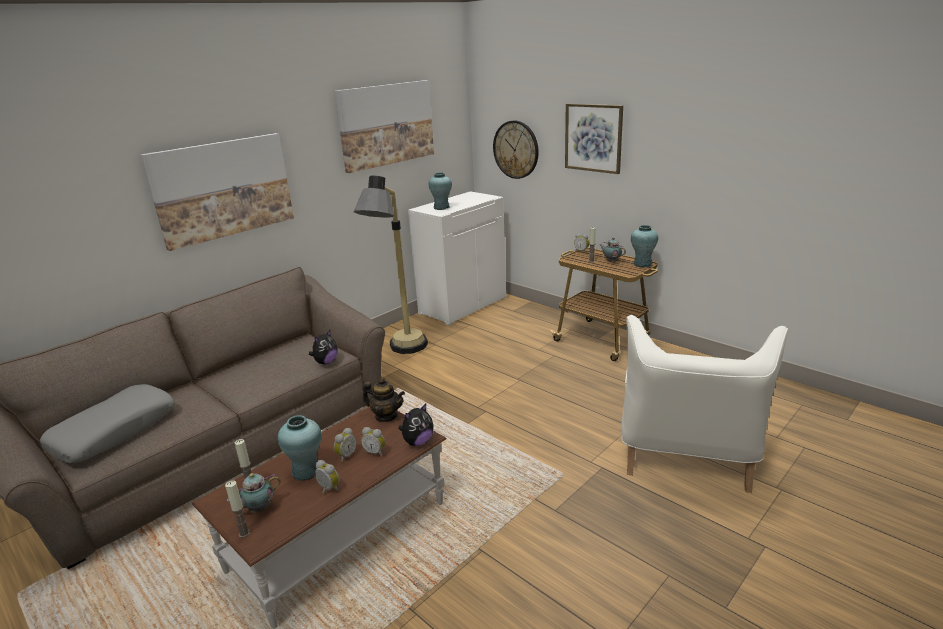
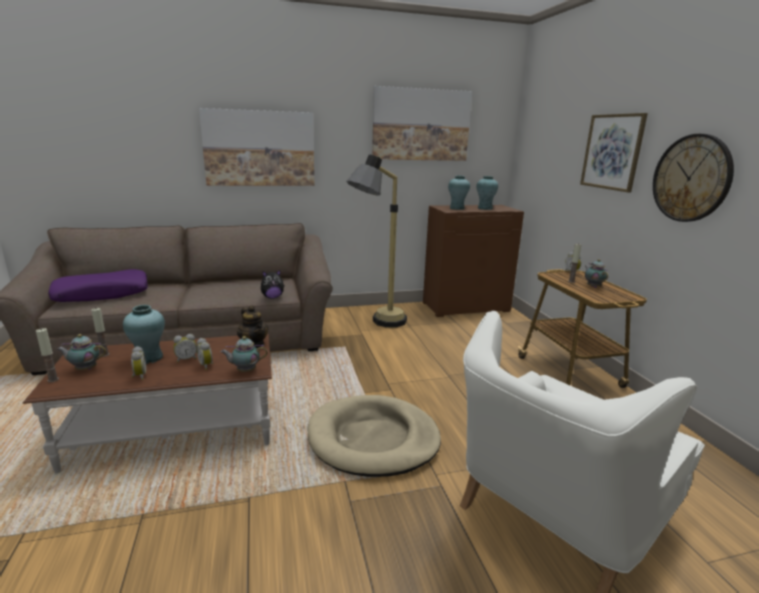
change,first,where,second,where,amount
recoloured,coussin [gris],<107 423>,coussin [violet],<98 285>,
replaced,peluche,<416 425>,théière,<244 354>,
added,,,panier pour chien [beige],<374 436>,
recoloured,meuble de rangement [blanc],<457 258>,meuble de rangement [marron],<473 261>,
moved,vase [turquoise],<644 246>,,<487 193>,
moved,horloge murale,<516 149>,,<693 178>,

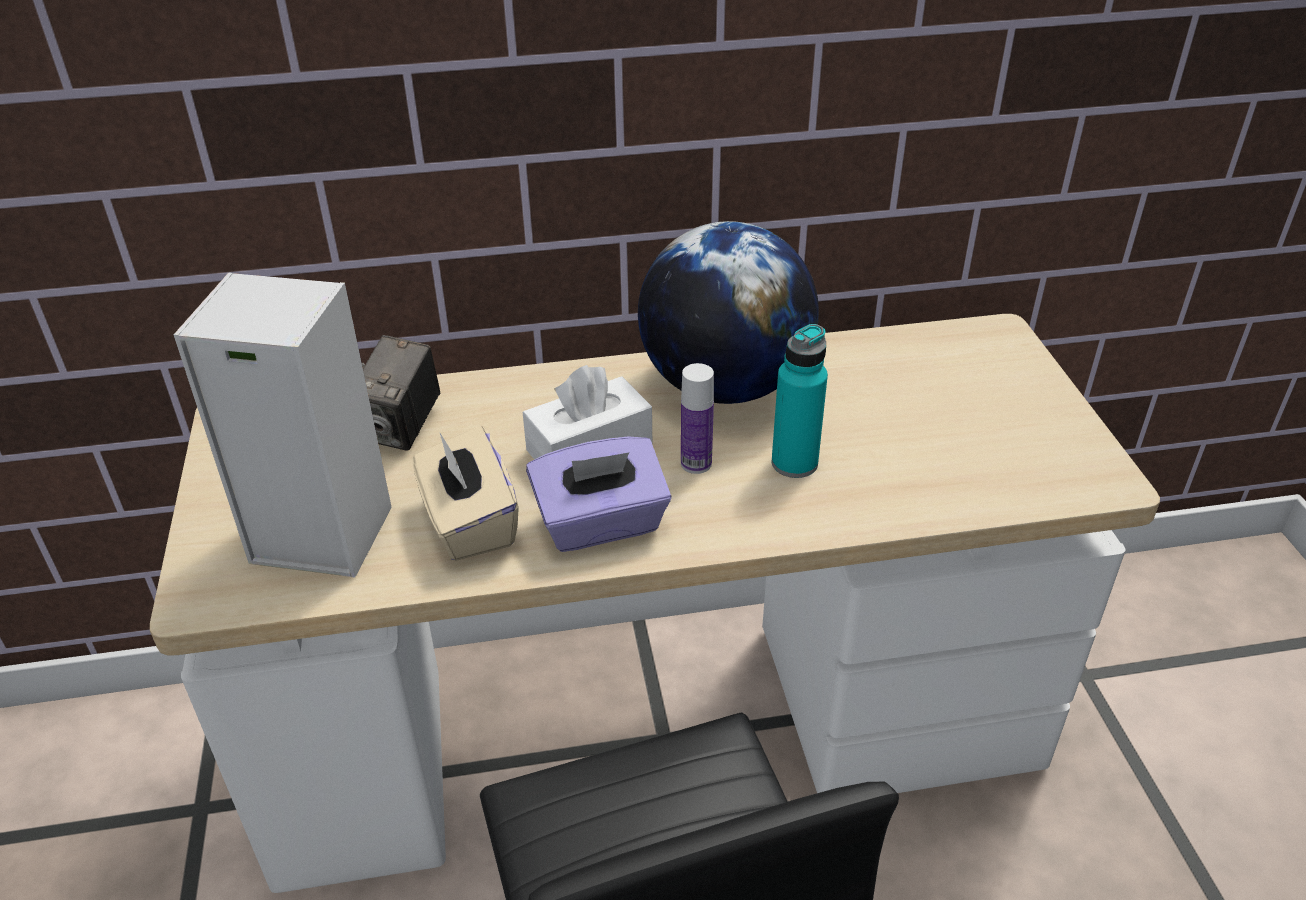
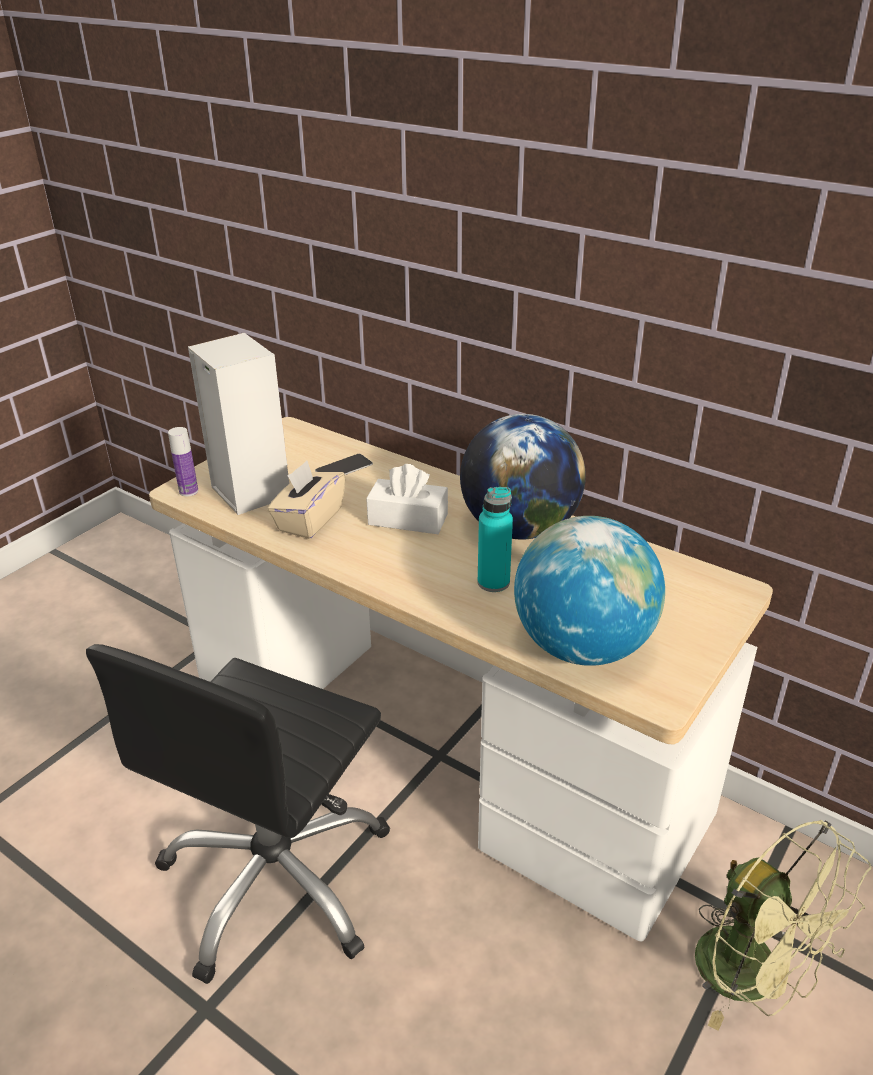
change,first,where,second,where,amount
moved,bouteille,<697 418>,,<183 461>,
replaced,appareil photo,<401 393>,téléphone,<344 464>,
added,,,globe,<589 591>,
added,,,ventilateur [vert],<783 925>,
removed,boîte à mouchoirs [violet],<599 494>,,,

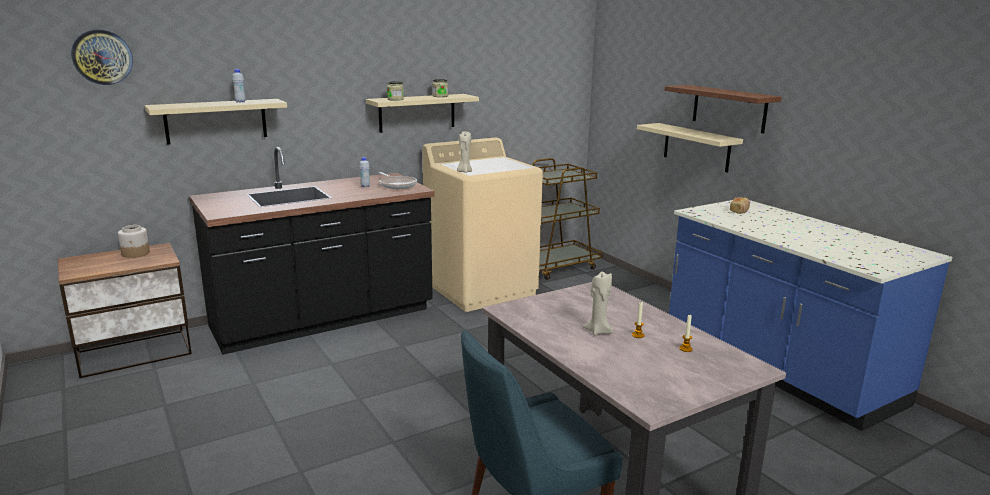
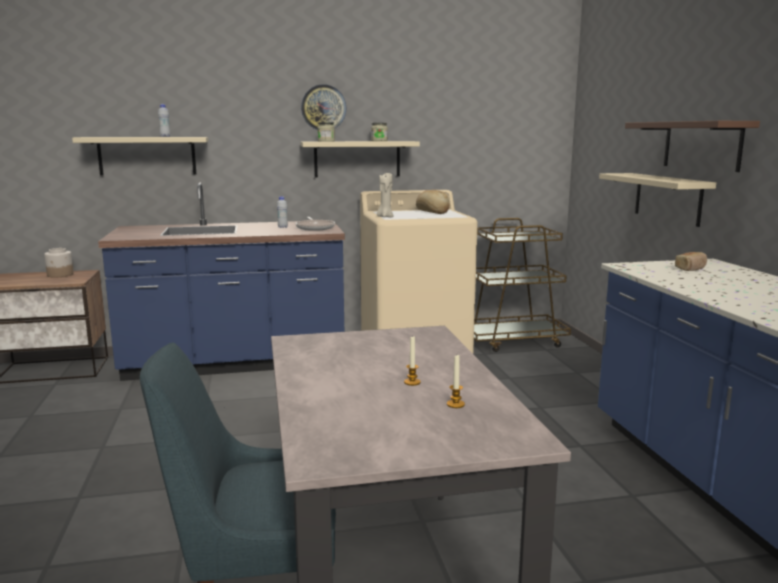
change,first,where,second,where,amount
recoloured,comptoir de cuisine [noir],<312 251>,comptoir de cuisine [bleu],<221 281>,
moved,horloge murale,<102 57>,,<323 107>,
added,,,pain,<433 202>,
removed,bougie [beige],<598 304>,,,

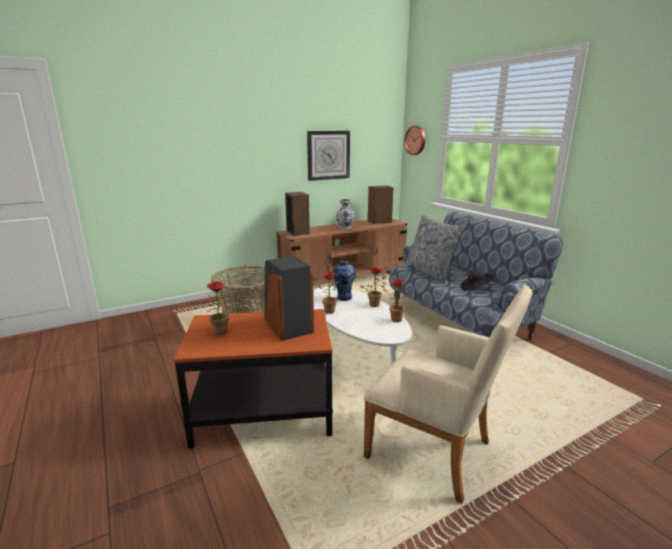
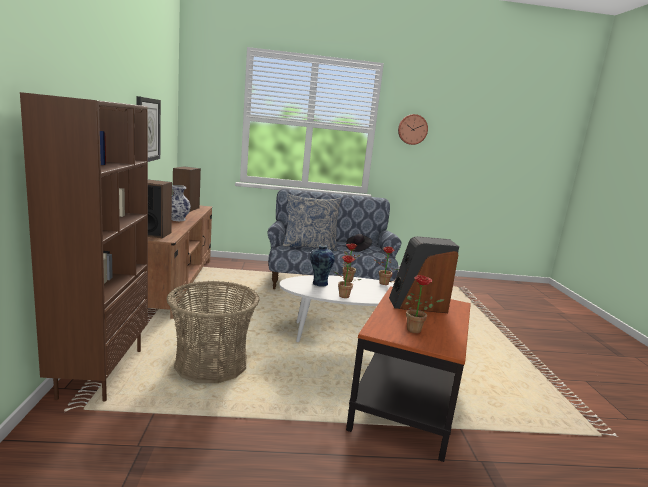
change,first,where,second,where,amount
added,,,bibliothèque [marron],<84 247>,
moved,horloge murale,<414 140>,,<413 129>,
removed,fauteuil [beige],<448 394>,,,

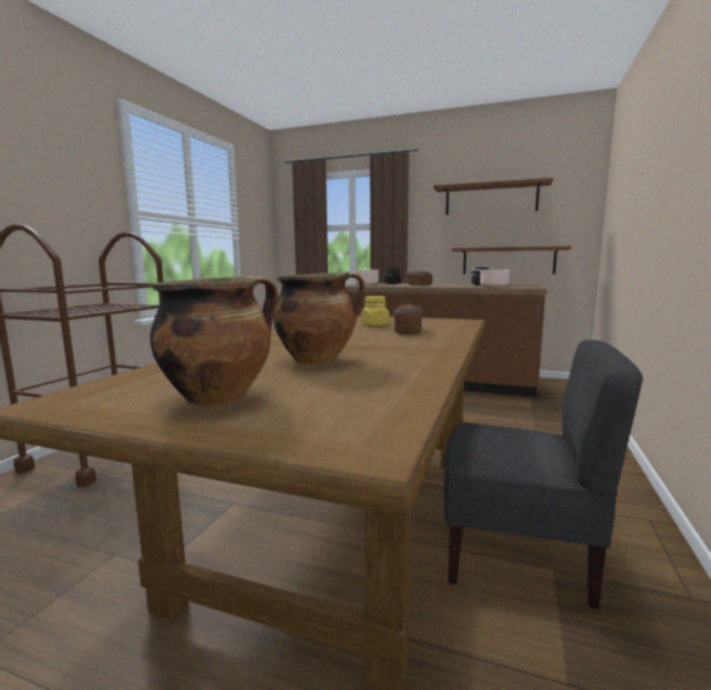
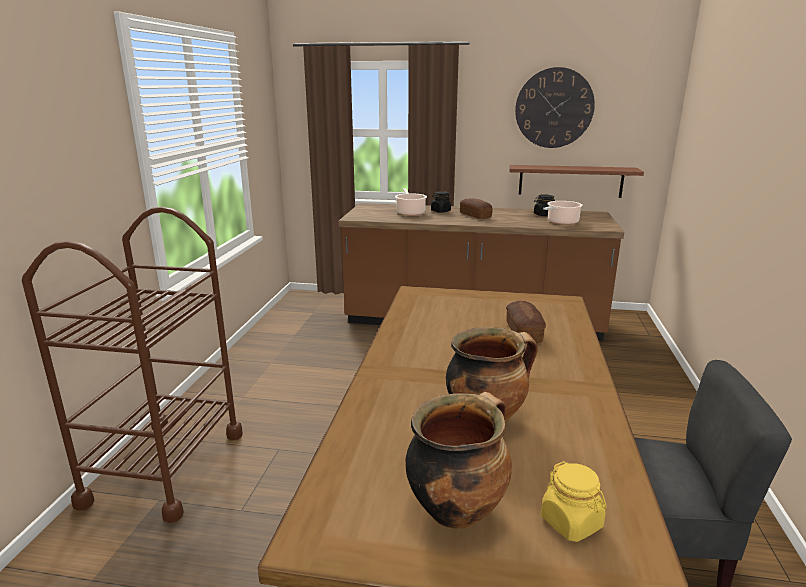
change,first,where,second,where,amount
replaced,étagère [marron],<493 196>,horloge murale,<555 107>,
moved,bocal [jaune],<375 311>,,<574 501>,

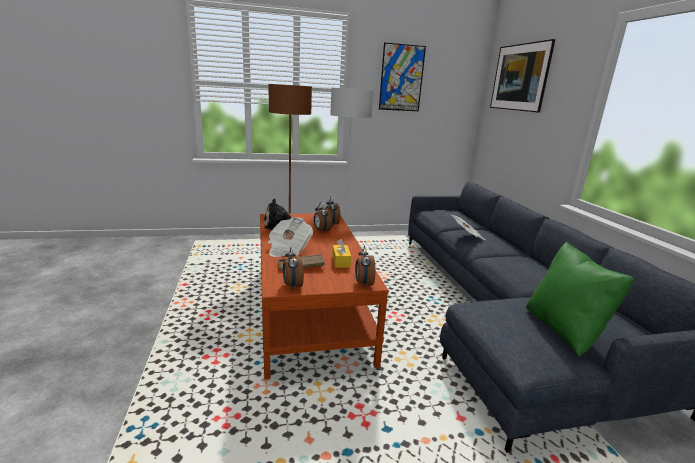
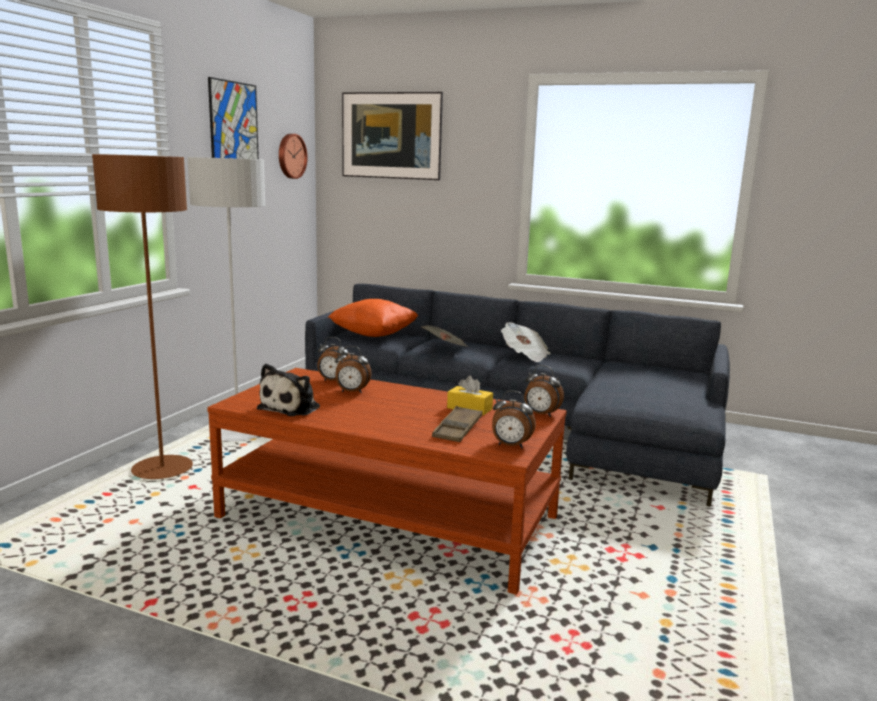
change,first,where,second,where,amount
added,,,horloge murale,<293 156>,
added,,,coussin [orange],<373 318>,
moved,journal,<290 237>,,<526 342>,
removed,coussin [vert],<580 299>,,,

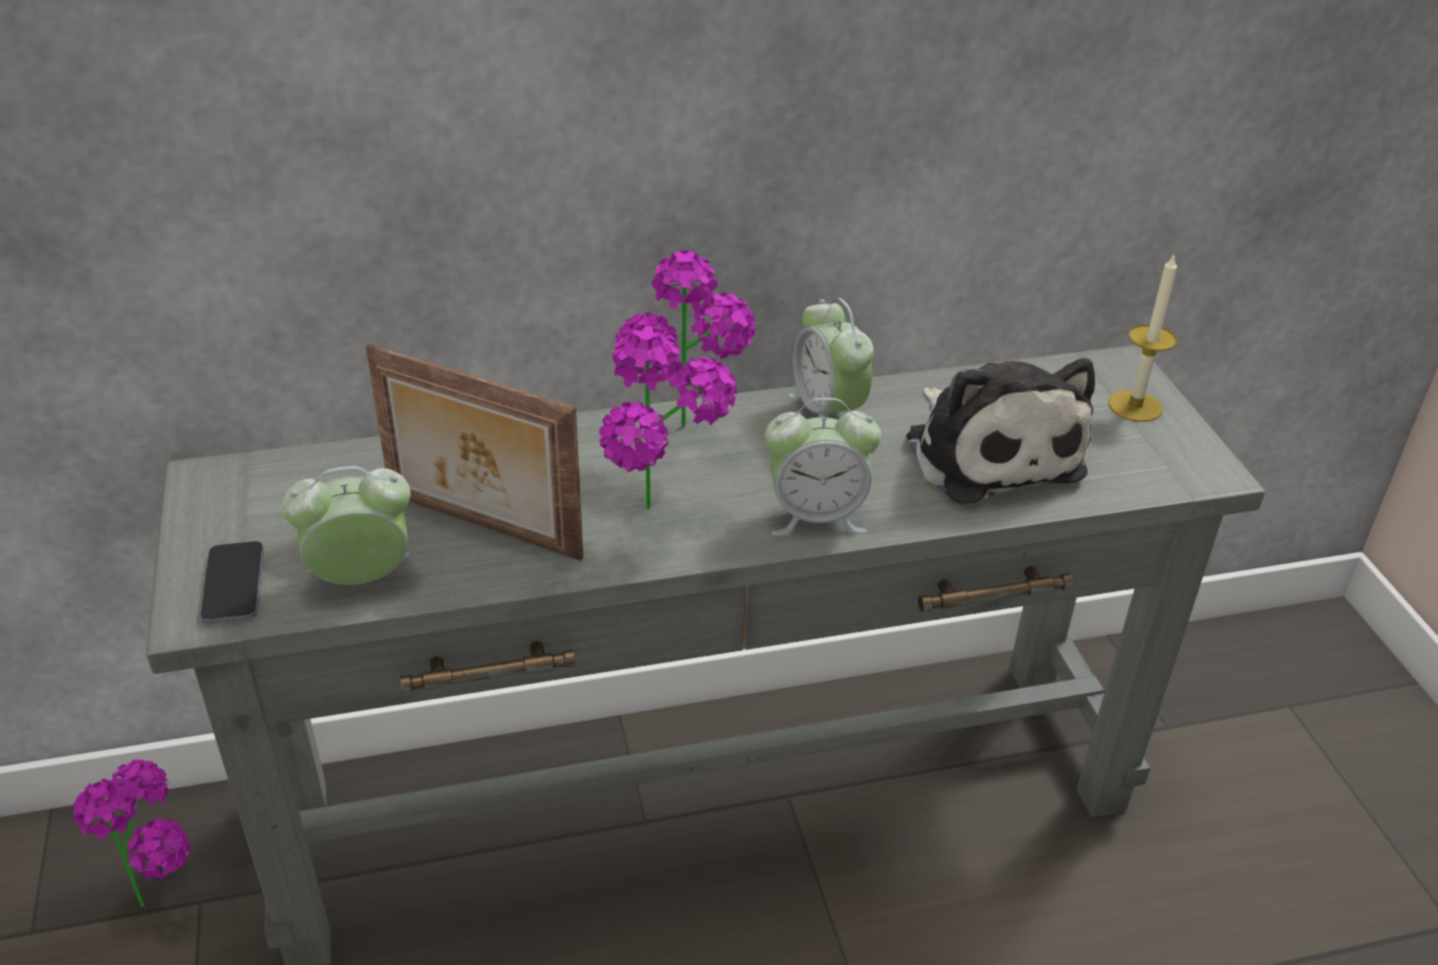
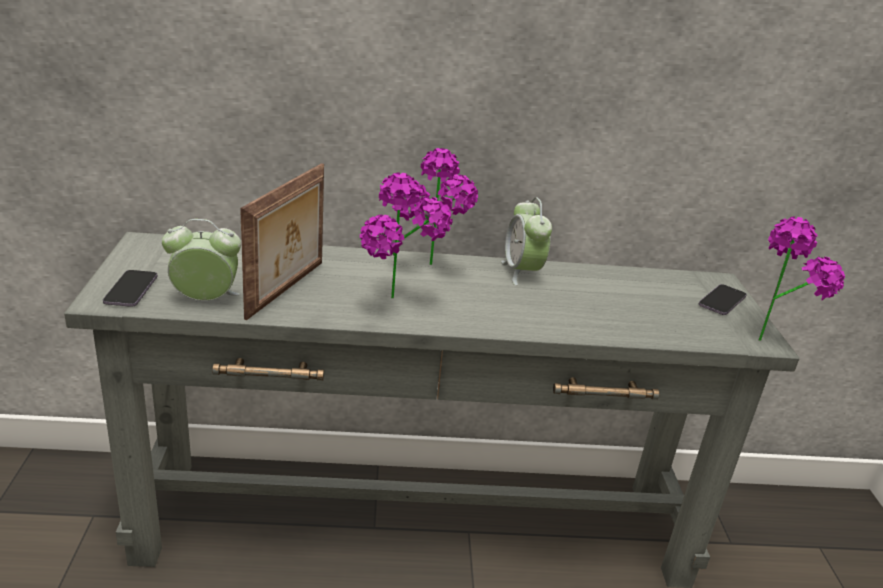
change,first,where,second,where,amount
turned,cadre photo,<474 452>,,<282 241>,105 degrees counterclockwise
replaced,bougie,<1142 337>,téléphone,<723 299>,
moved,plante en pot,<131 833>,,<801 279>,
removed,réveil,<823 467>,,,
removed,peluche,<1000 431>,,,

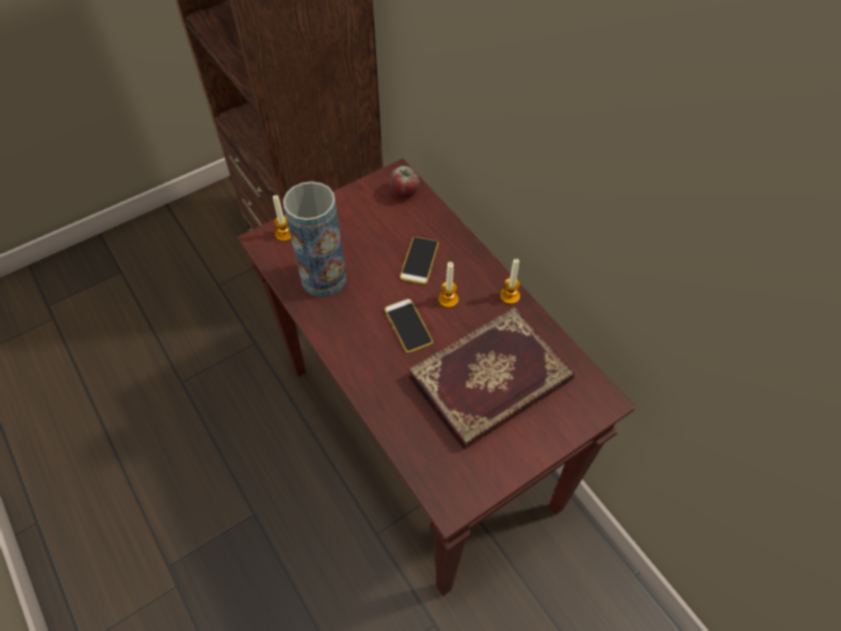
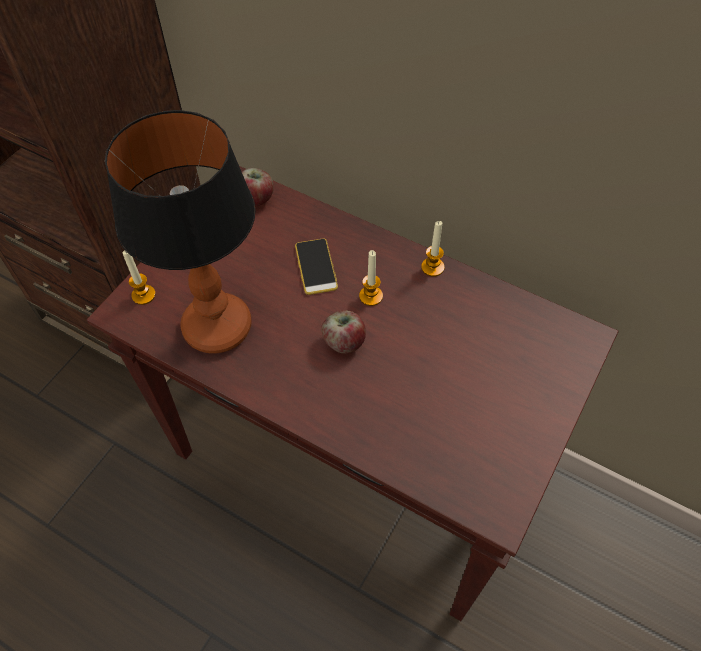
change,first,where,second,where,amount
replaced,vase,<315 239>,lampe de table,<180 231>,
replaced,téléphone,<409 326>,pomme,<343 331>,
removed,livre,<491 378>,,,

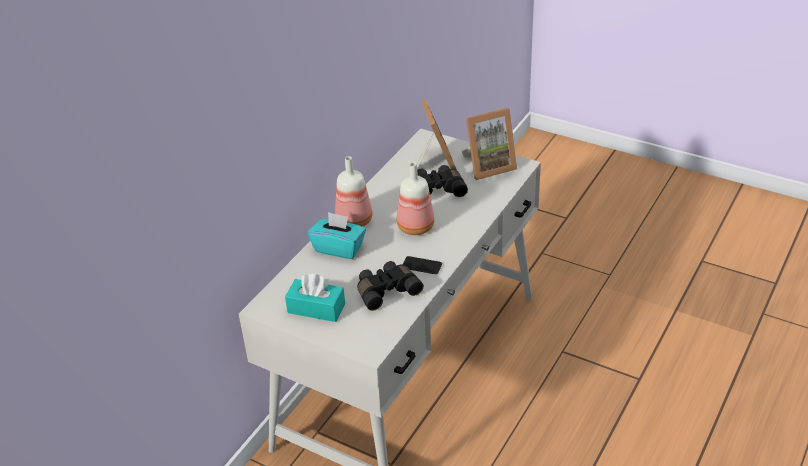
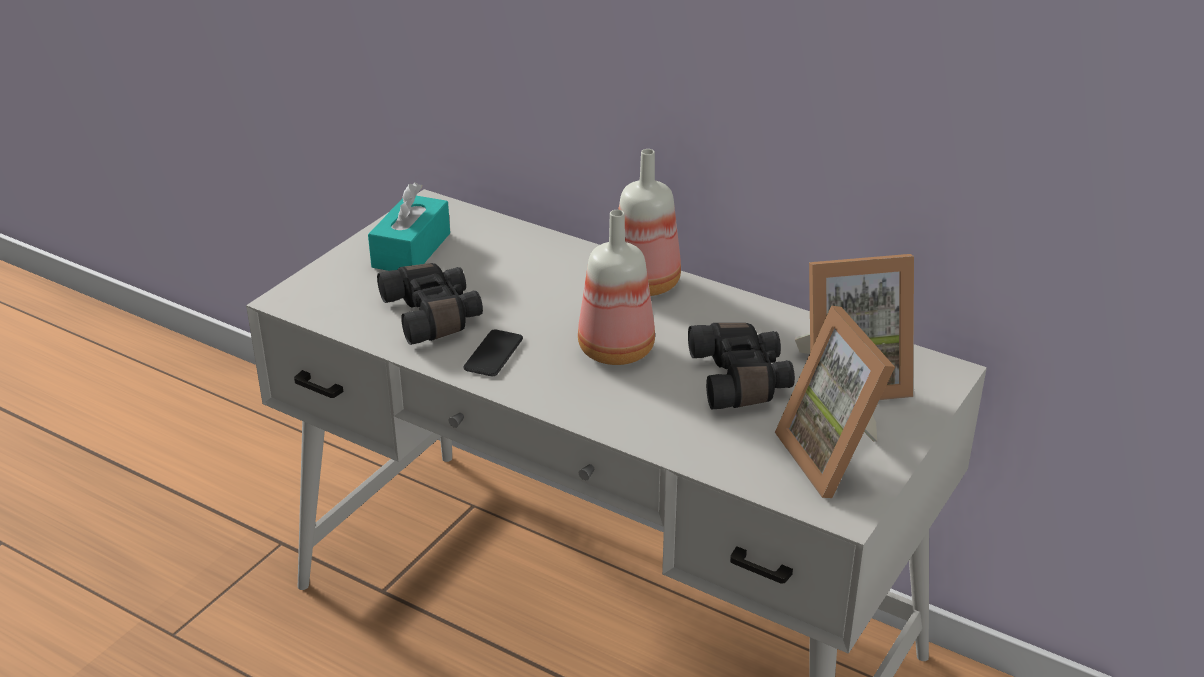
change,first,where,second,where,amount
removed,boîte à mouchoirs [turquoise],<337 235>,,,

